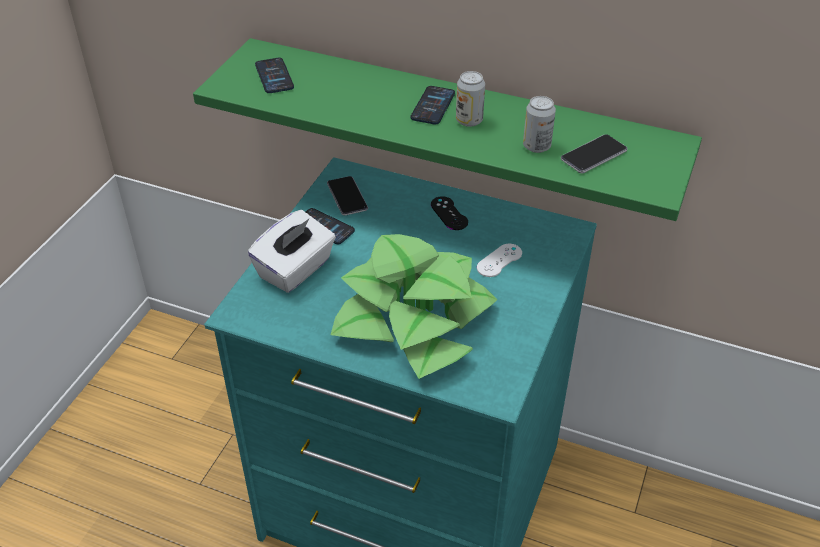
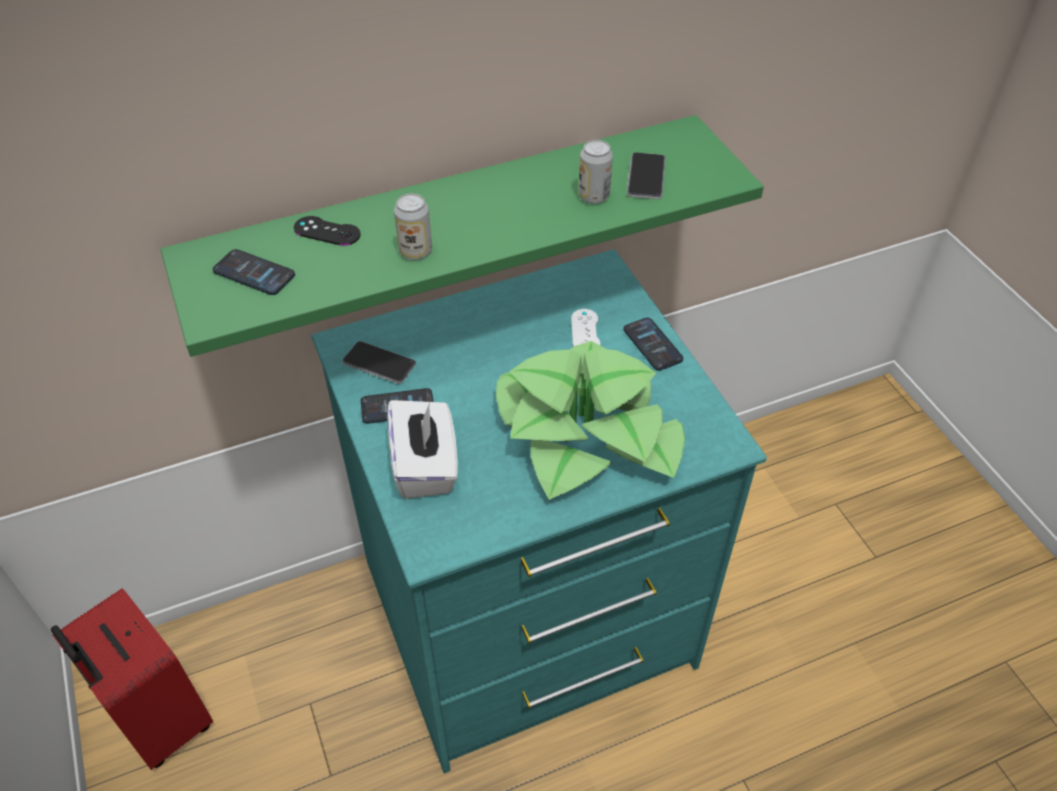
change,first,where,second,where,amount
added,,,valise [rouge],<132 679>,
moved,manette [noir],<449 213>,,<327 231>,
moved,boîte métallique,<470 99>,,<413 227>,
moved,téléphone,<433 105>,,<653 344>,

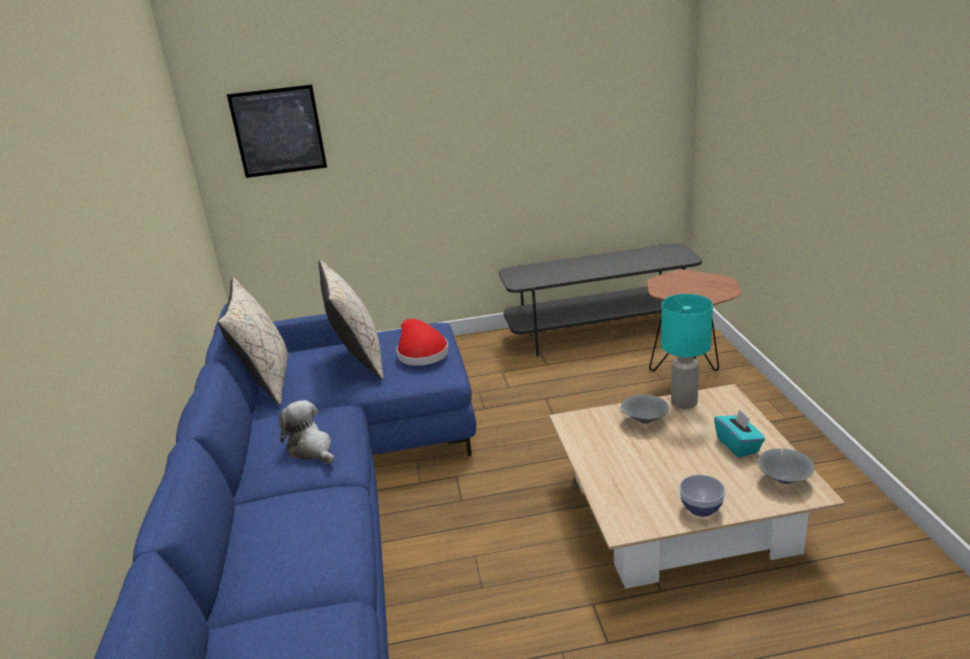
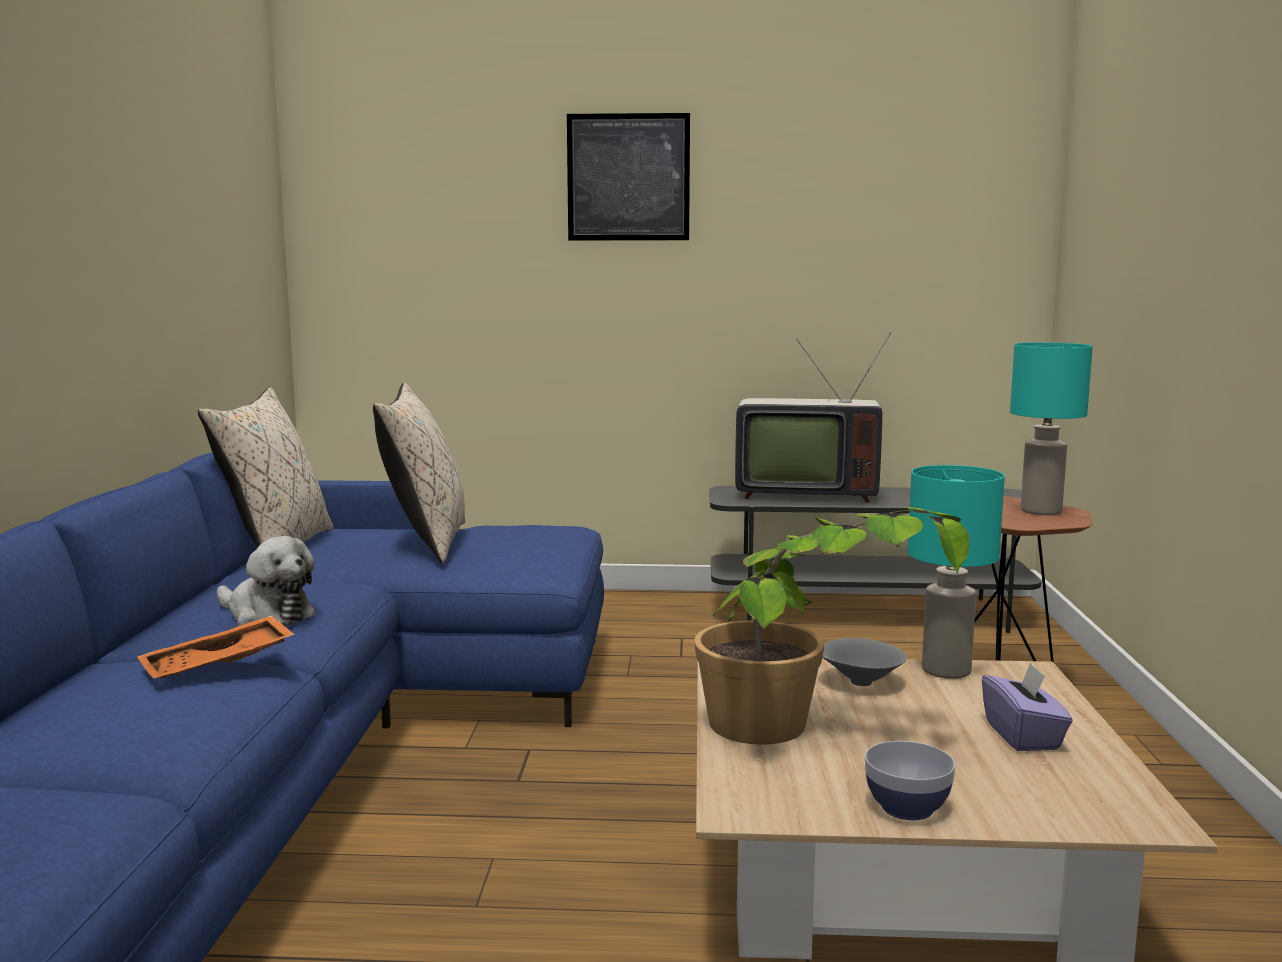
change,first,where,second,where,amount
added,,,plateau [orange],<216 647>,
turned,peluche,<306 432>,,<266 581>,150 degrees clockwise
moved,tableau,<277 131>,,<628 177>,
added,,,plante en pot,<832 626>,
added,,,téléviseur,<813 418>,
recoloured,boîte à mouchoirs [turquoise],<739 433>,boîte à mouchoirs [violet],<1027 706>,
added,,,lampe de table [turquoise],<1051 428>,
removed,chapeau [rouge],<423 342>,,,
removed,bol [gris],<786 466>,,,

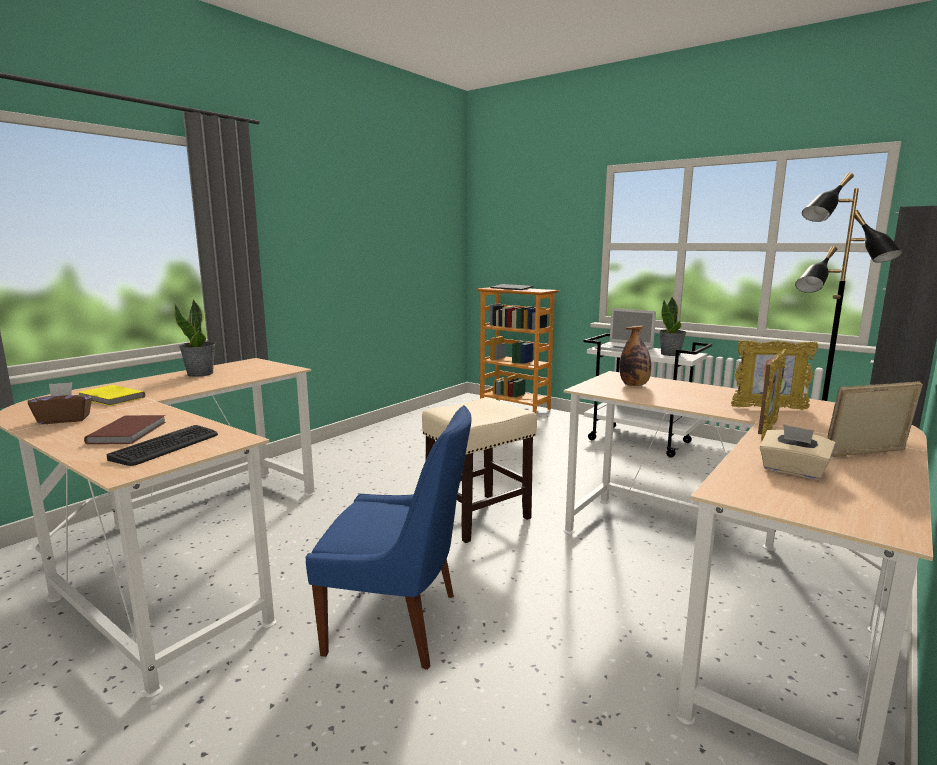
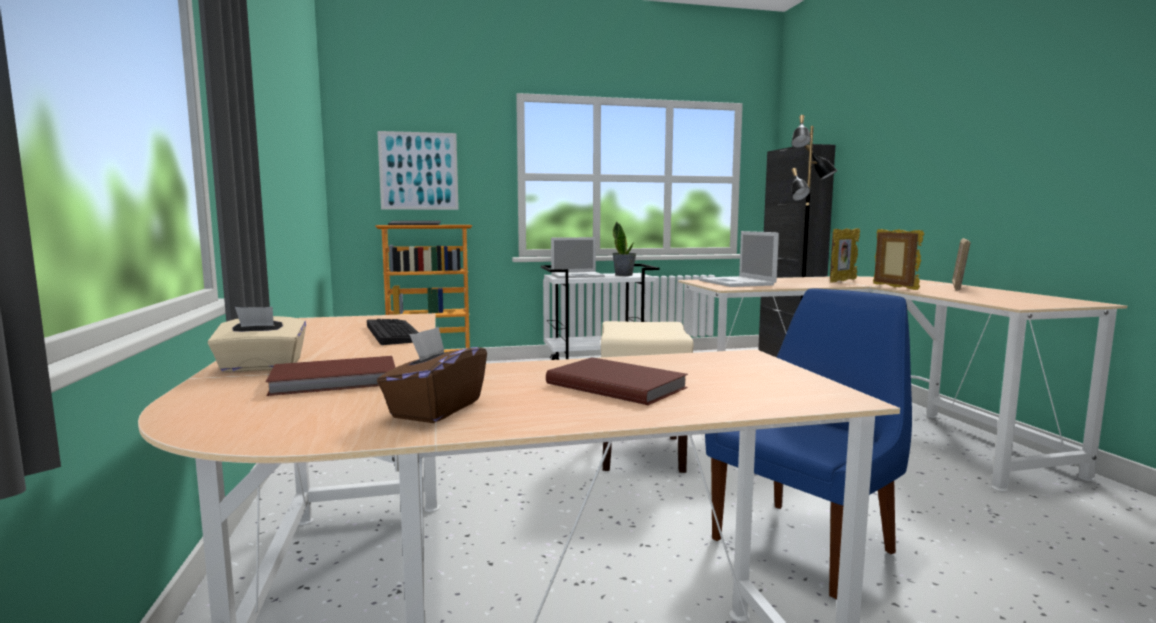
change,first,where,second,where,amount
moved,boîte à mouchoirs [beige],<798 452>,,<257 339>,
recoloured,livre [jaune],<112 395>,livre [marron],<331 376>,
moved,clavier,<162 445>,,<393 332>,
added,,,tableau,<418 170>,
replaced,bouteille,<635 355>,ordinateur portable,<739 259>,
removed,plante en pot,<195 338>,,,

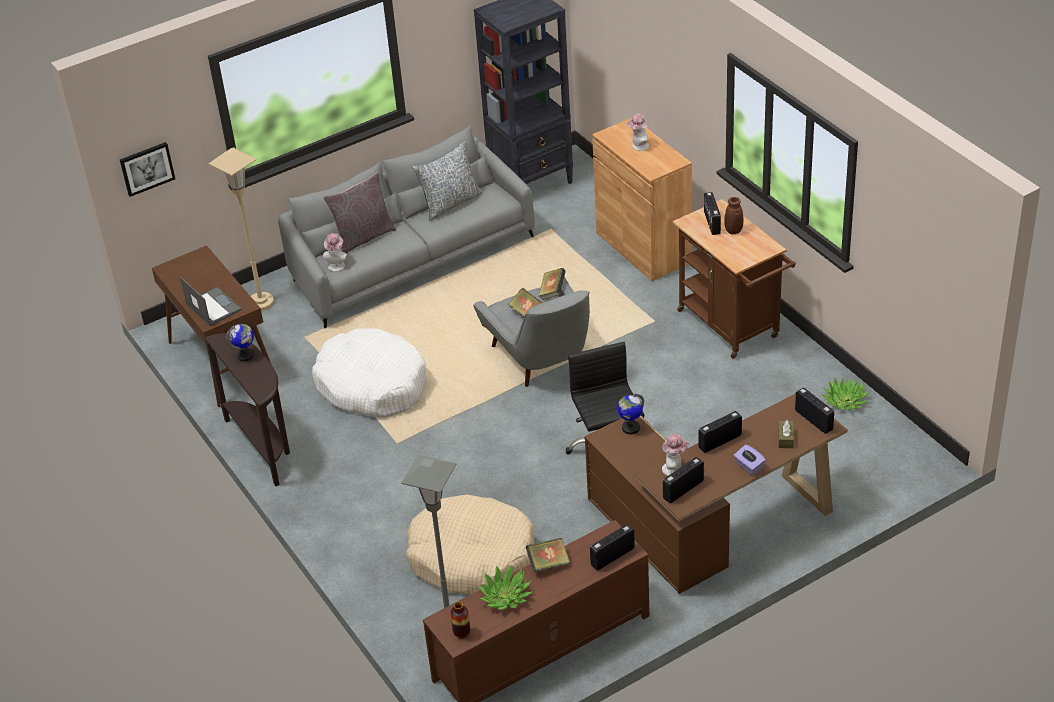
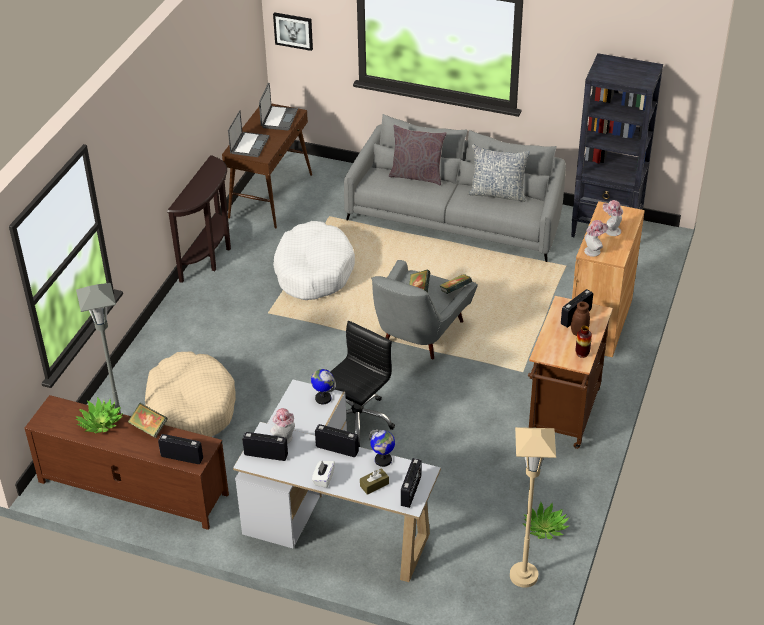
change,first,where,second,where,amount
recoloured,bureau [marron],<716 493>,bureau [blanc],<337 481>,
added,,,ordinateur portable,<278 107>,
recoloured,boîte à mouchoirs [violet],<750 459>,boîte à mouchoirs [blanc],<323 474>,
moved,globe,<240 342>,,<382 448>,
moved,lampadaire [beige],<241 229>,,<533 507>,
moved,vase,<460 620>,,<584 342>,
moved,chapeau,<335 252>,,<596 238>,

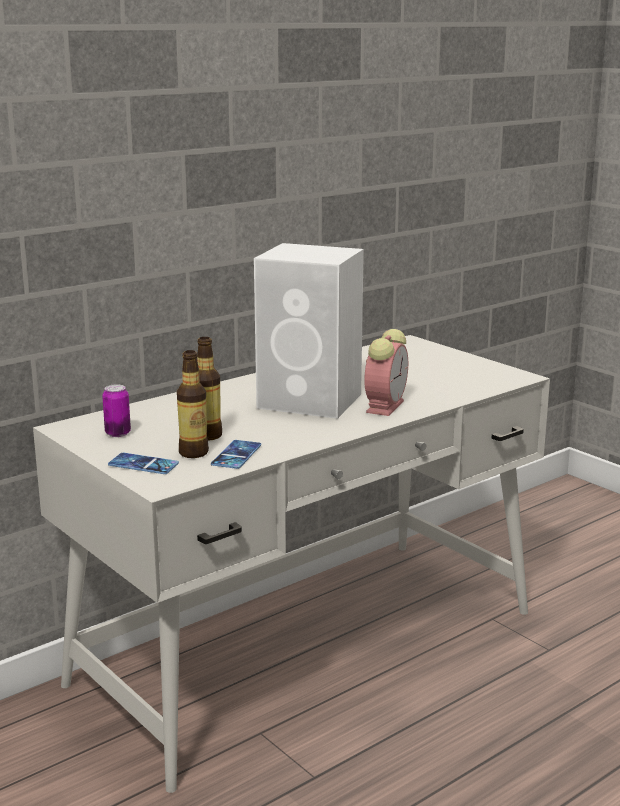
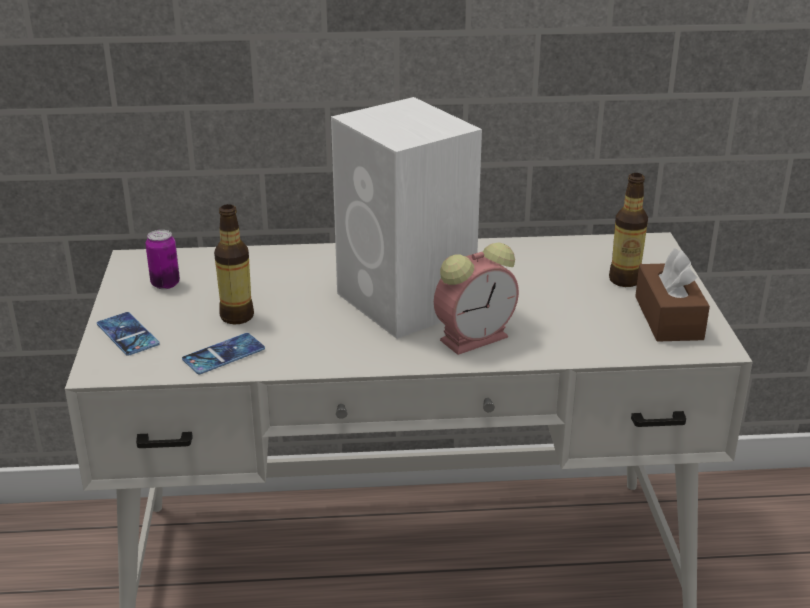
change,first,where,second,where,amount
moved,bouteille,<193 404>,,<628 230>,
added,,,boîte à mouchoirs [marron],<672 295>,

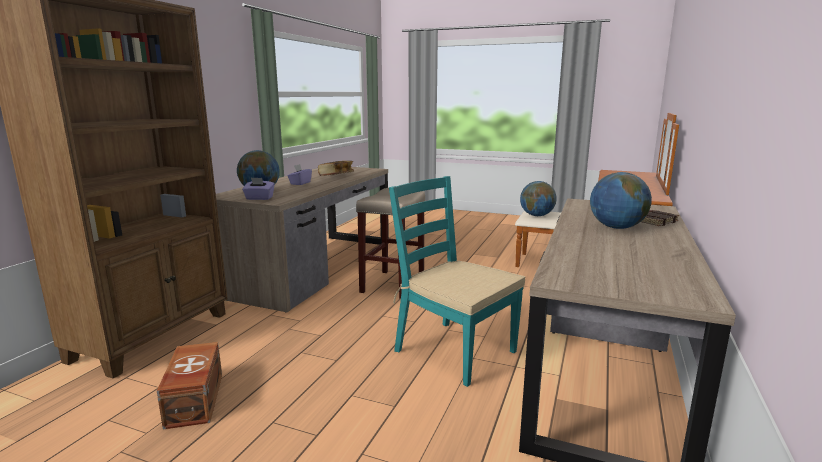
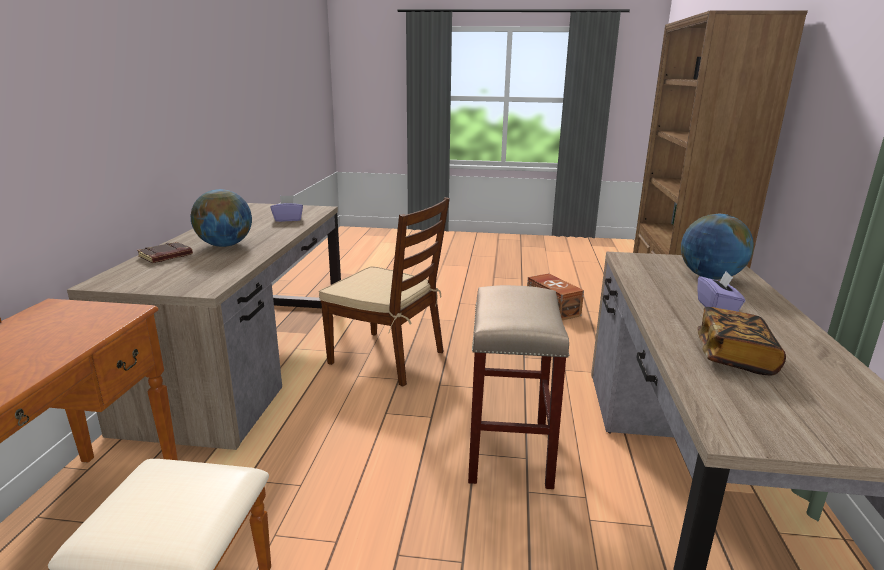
change,first,where,second,where,amount
moved,boîte à mouchoirs [violet],<258 189>,,<287 208>,
recoloured,chaise [turquoise],<457 281>,chaise [marron],<384 292>,
removed,globe,<538 198>,,,

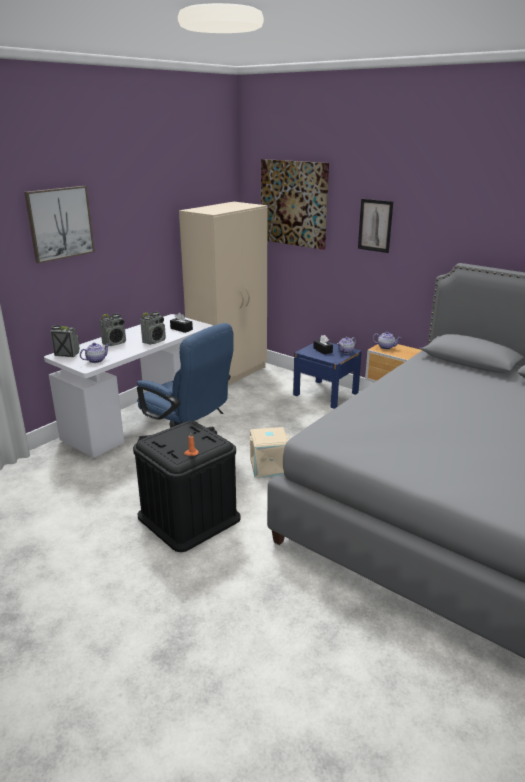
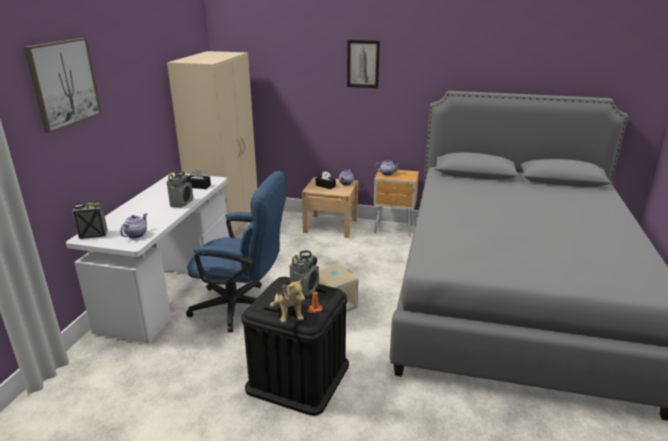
change,first,where,second,where,amount
added,,,peluche,<287 300>,
moved,radio,<112 330>,,<304 273>,
recoloured,table de chevet [bleu],<327 375>,table de chevet [beige],<330 207>,
removed,tableau,<295 204>,,,

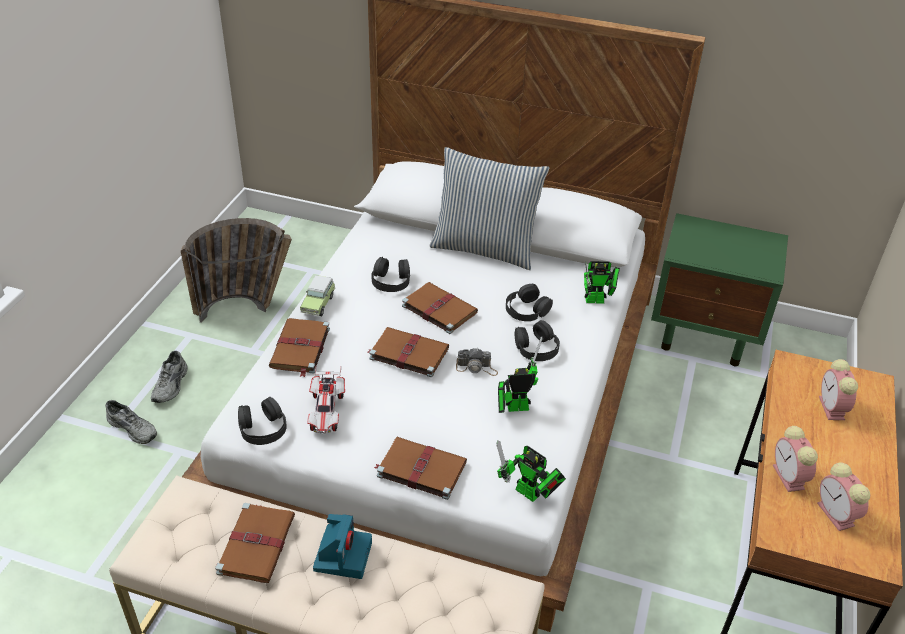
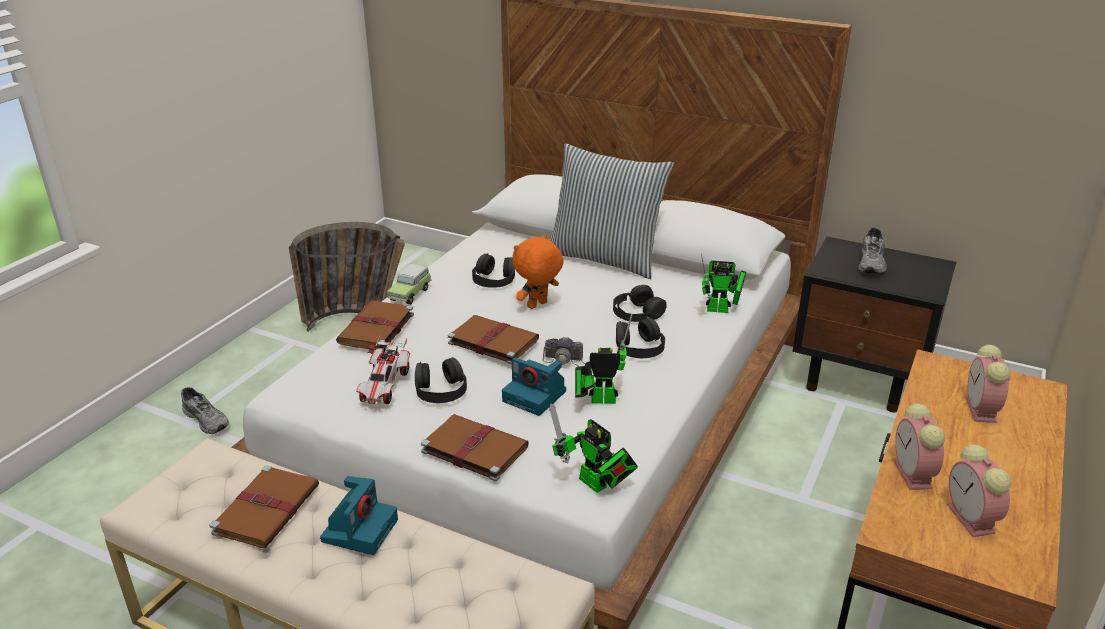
change,first,where,second,where,amount
moved,casque audio [noir],<262 421>,,<441 380>,
added,,,appareil photo,<534 387>,
replaced,livre [marron],<440 308>,peluche [orange],<537 271>,
recoloured,table de chevet [vert],<719 289>,table de chevet [noir],<874 325>,
moved,chaussure [gris],<169 377>,,<872 251>,

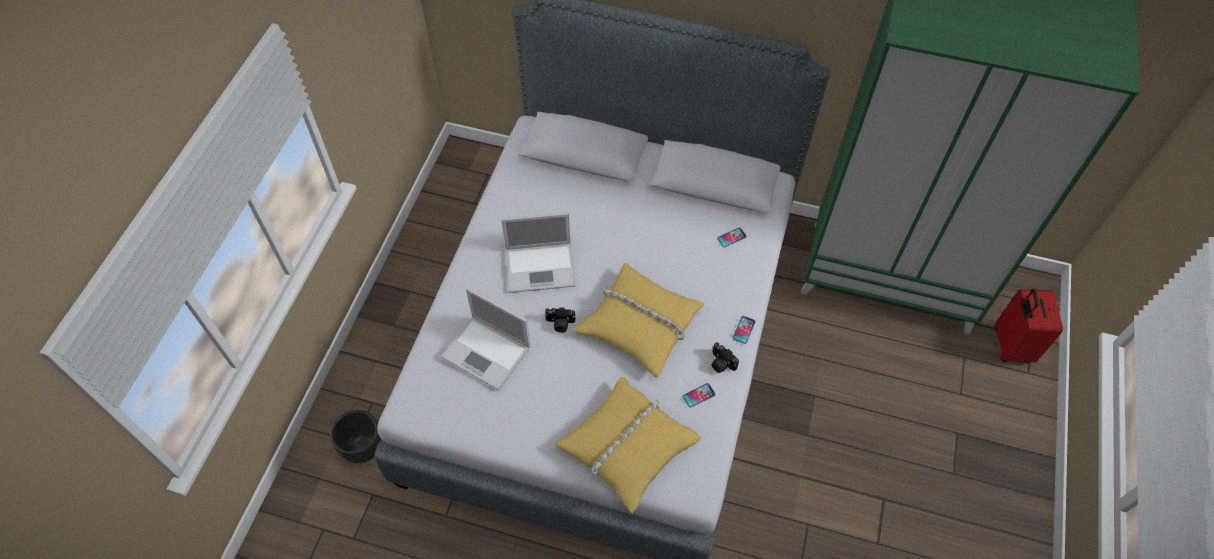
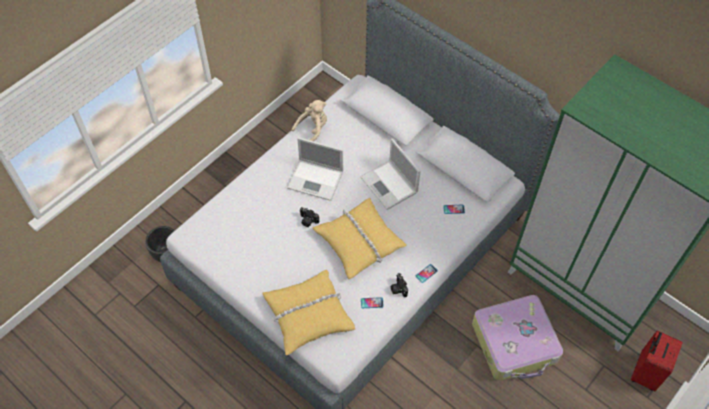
change,first,where,second,where,amount
added,,,peluche [beige],<309 120>,
moved,ordinateur portable,<486 339>,,<390 174>,
added,,,valise,<517 338>,

